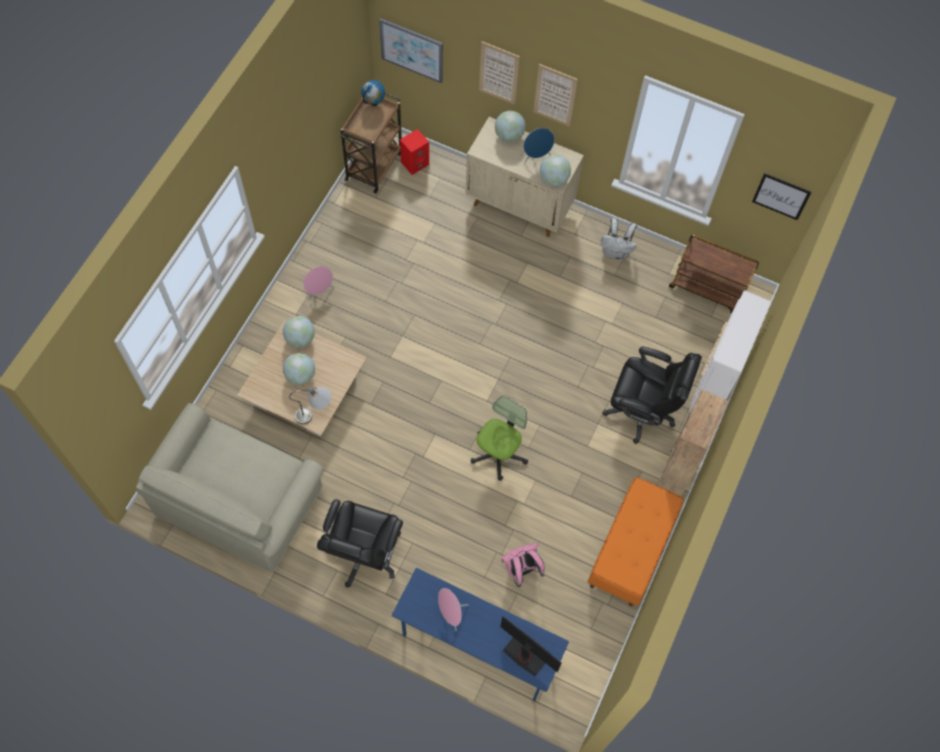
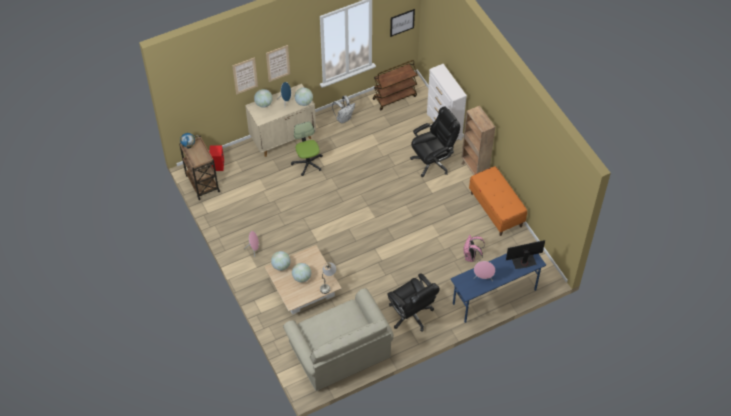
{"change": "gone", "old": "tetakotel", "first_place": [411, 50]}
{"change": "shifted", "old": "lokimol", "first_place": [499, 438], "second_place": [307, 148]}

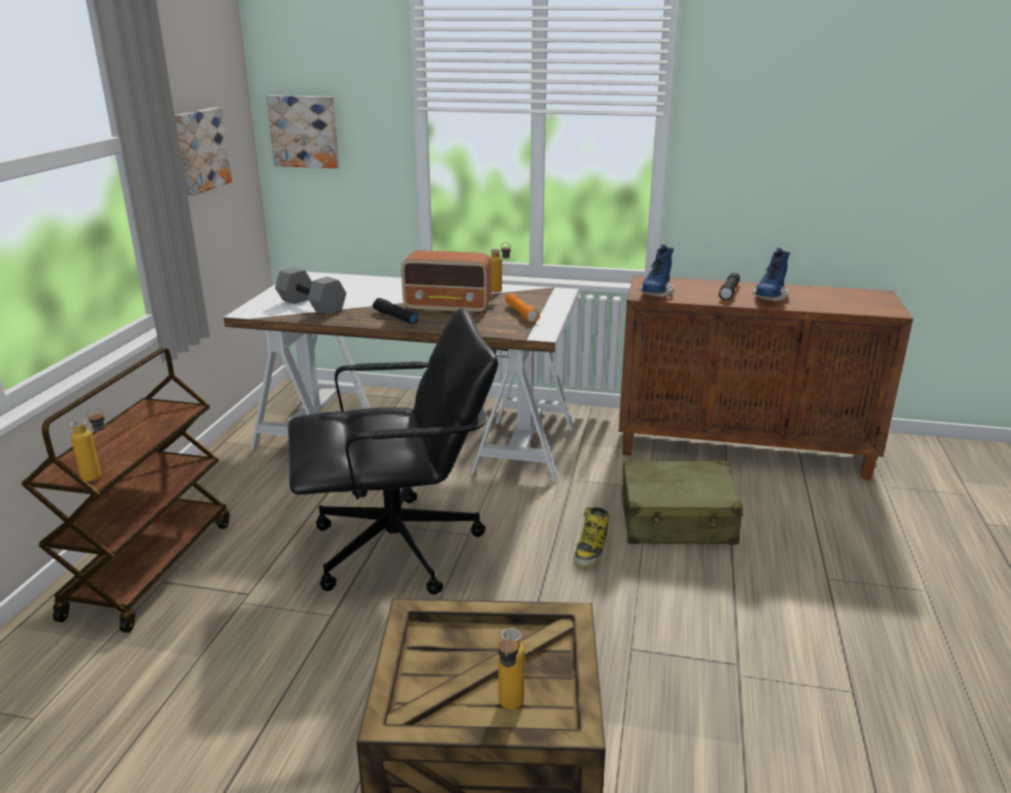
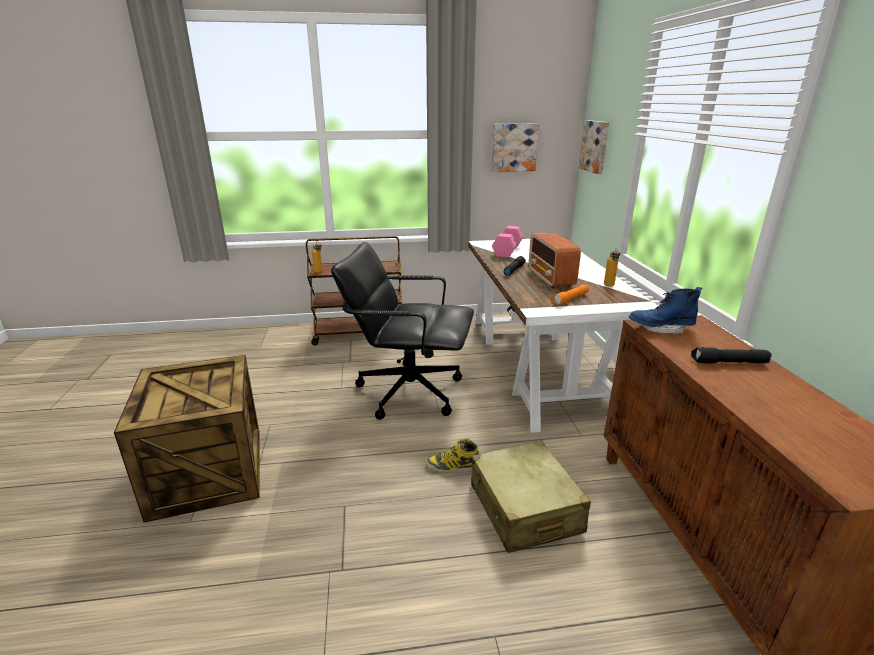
{"change": "repainted", "old": "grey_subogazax", "new": "pink_subogazax", "first_place": [310, 291], "second_place": [507, 242]}
{"change": "rotated", "old": "black_lokimol", "first_place": [393, 451], "second_place": [402, 331], "degrees": 135}
{"change": "gone", "old": "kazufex", "first_place": [511, 669]}
{"change": "gone", "old": "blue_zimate", "first_place": [771, 274]}

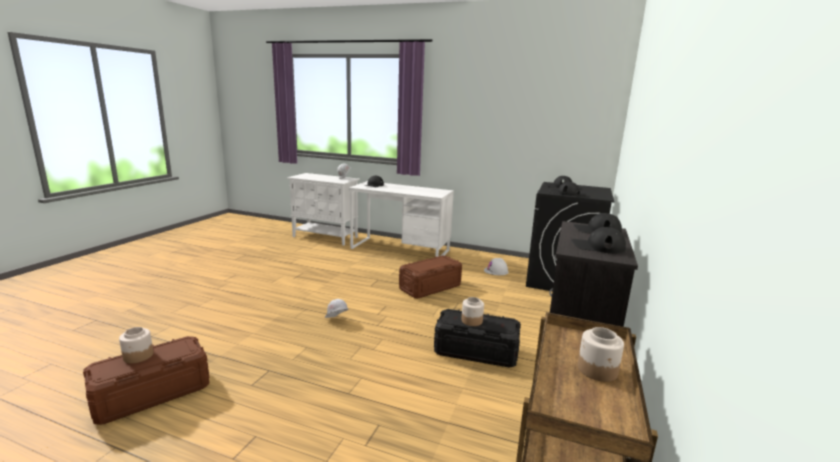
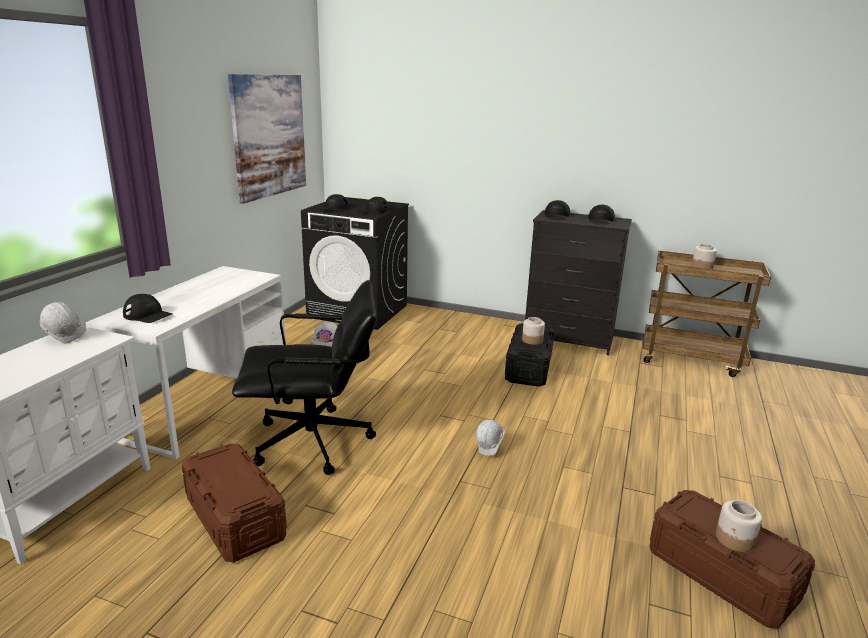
{"change": "shifted", "old": "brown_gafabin", "first_place": [430, 277], "second_place": [234, 502]}
{"change": "new", "new": "tetakotel", "second_place": [267, 139]}
{"change": "new", "new": "black_lokimol", "second_place": [304, 377]}

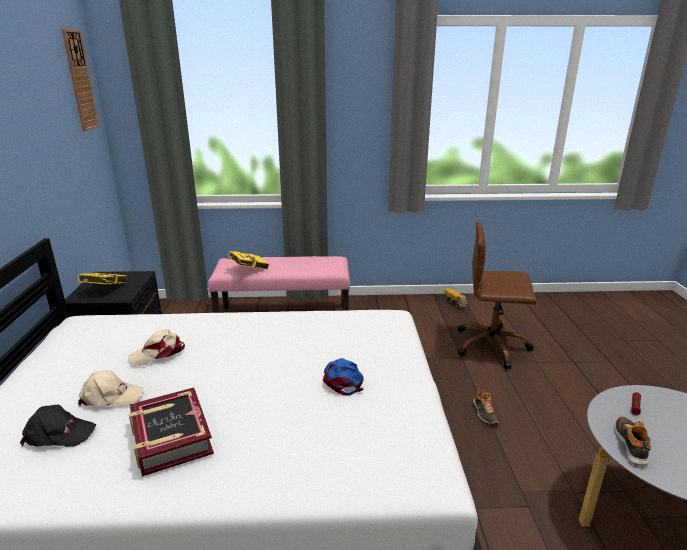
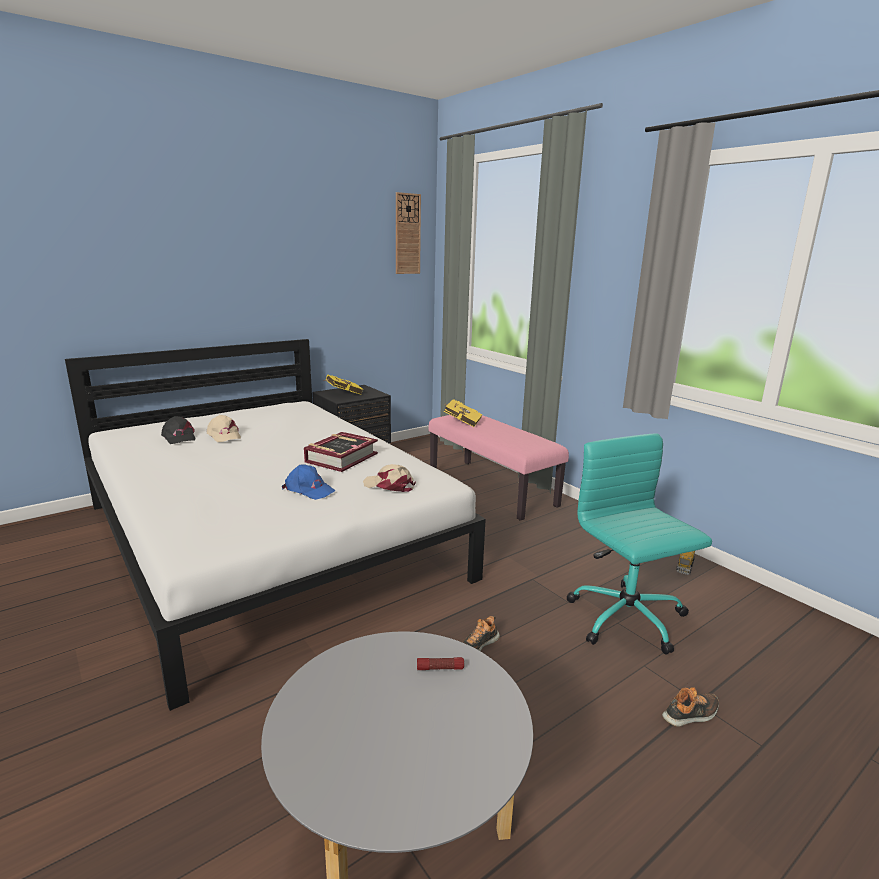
{"change": "shifted", "old": "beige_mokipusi", "first_place": [156, 347], "second_place": [389, 478]}
{"change": "shifted", "old": "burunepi", "first_place": [171, 432], "second_place": [341, 452]}
{"change": "rotated", "old": "blue_mokipusi", "first_place": [343, 377], "second_place": [309, 482], "degrees": 75}
{"change": "repainted", "old": "brown_lokimol", "new": "turquoise_lokimol", "first_place": [497, 295], "second_place": [639, 543]}
{"change": "shifted", "old": "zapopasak", "first_place": [632, 441], "second_place": [690, 707]}

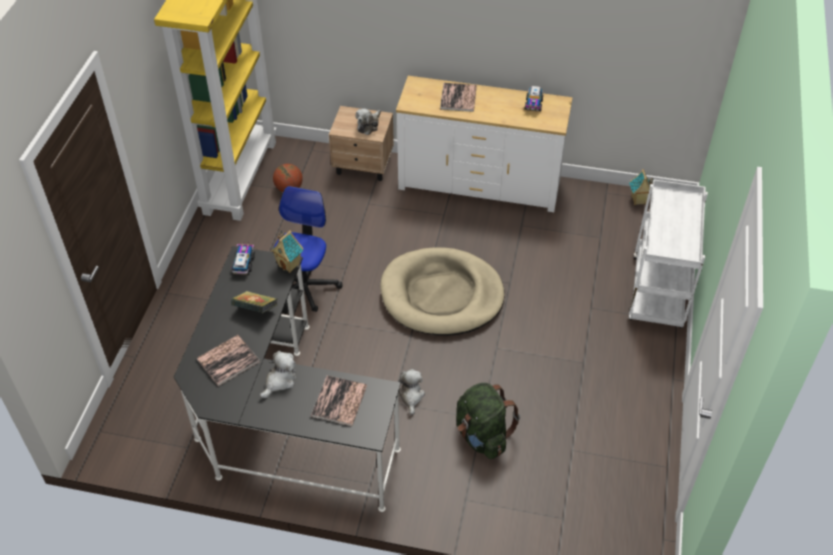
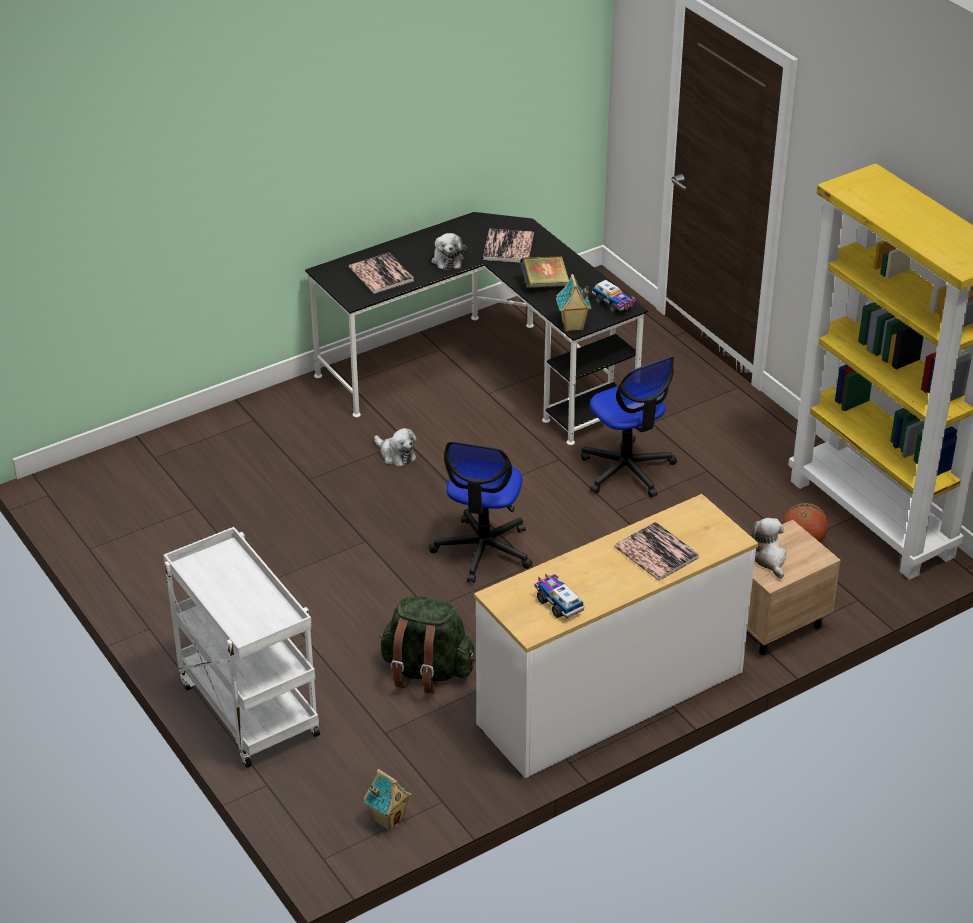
{"change": "swapped", "old": "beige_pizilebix", "new": "lokimol", "first_place": [442, 291], "second_place": [480, 512]}
{"change": "shifted", "old": "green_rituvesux", "first_place": [488, 421], "second_place": [427, 645]}

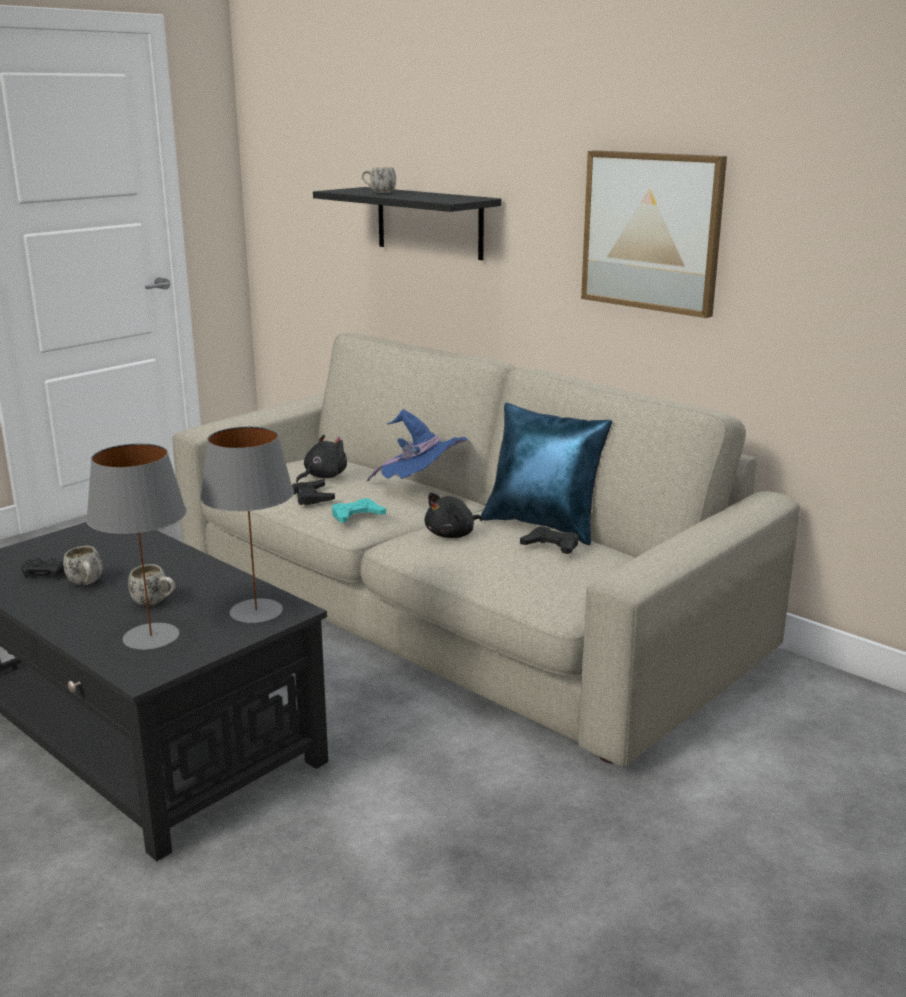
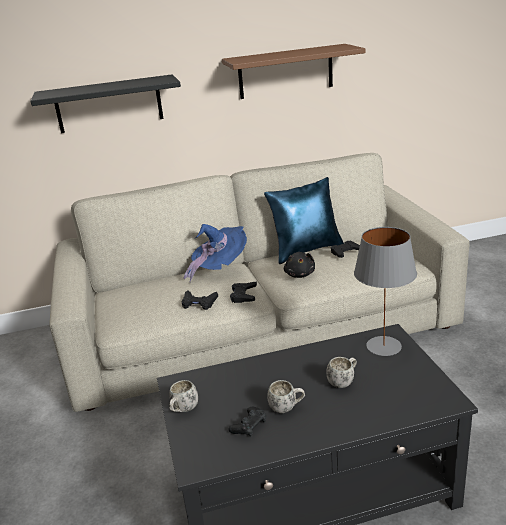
{"change": "gone", "old": "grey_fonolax", "first_place": [136, 546]}
{"change": "gone", "old": "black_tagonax", "first_place": [321, 459]}
{"change": "repainted", "old": "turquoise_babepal", "new": "black_babepal", "first_place": [359, 510], "second_place": [243, 292]}
{"change": "shifted", "old": "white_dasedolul", "first_place": [379, 180], "second_place": [183, 396]}
{"change": "swapped", "old": "tetakotel", "new": "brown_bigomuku", "first_place": [654, 234], "second_place": [293, 71]}

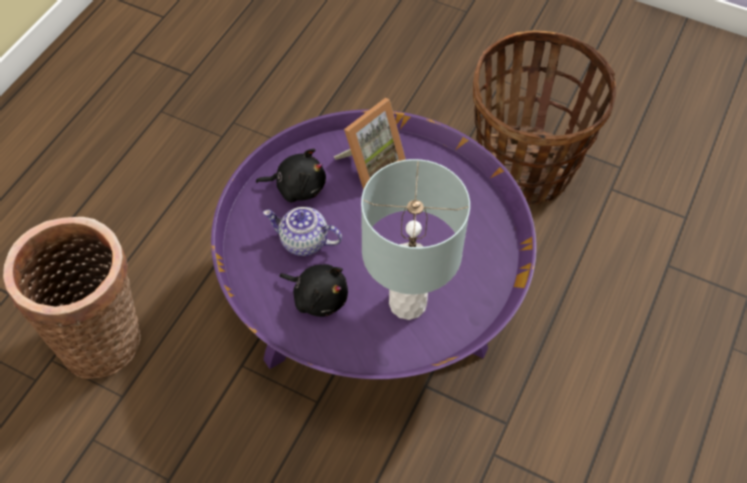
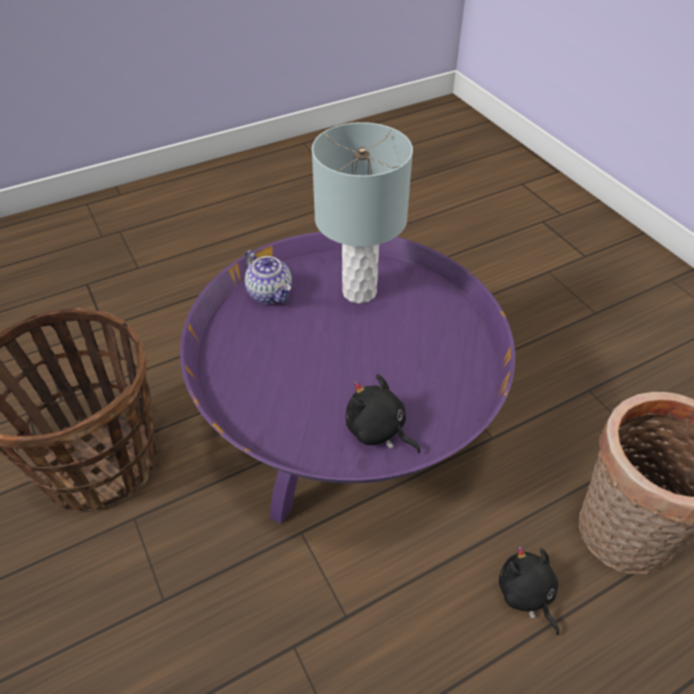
{"change": "shifted", "old": "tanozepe", "first_place": [302, 231], "second_place": [268, 277]}
{"change": "shifted", "old": "black_tagonax", "first_place": [313, 290], "second_place": [529, 590]}
{"change": "gone", "old": "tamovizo", "first_place": [370, 144]}

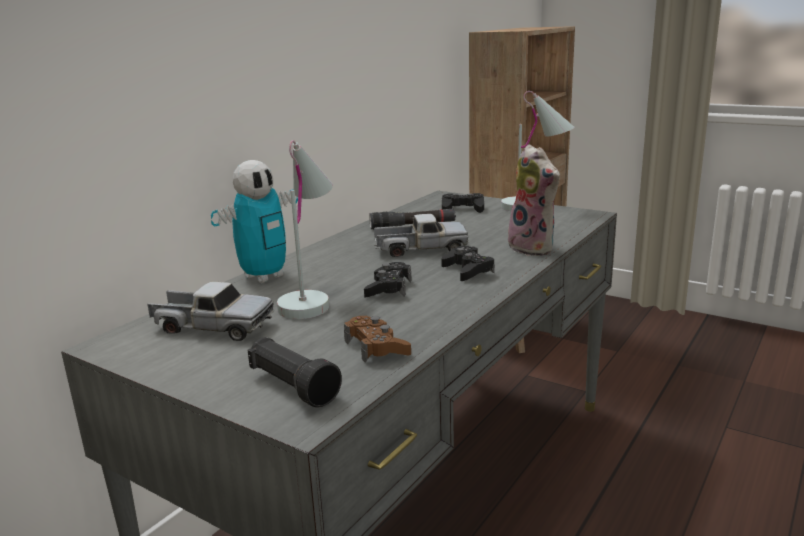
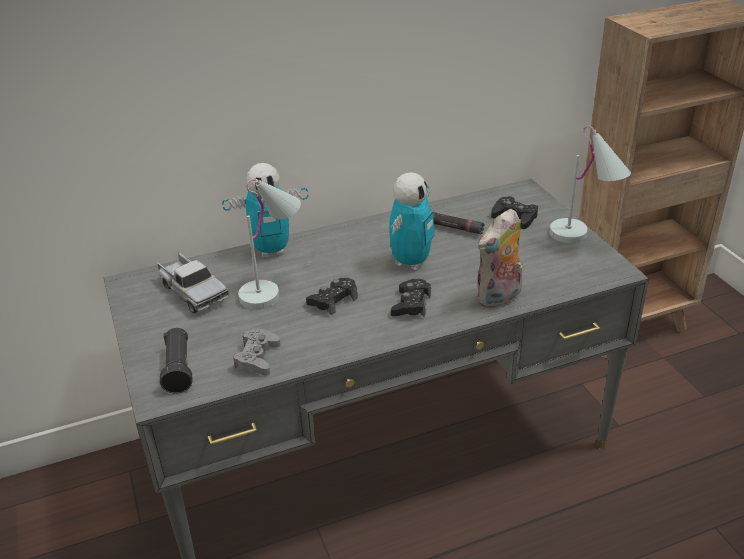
{"change": "repainted", "old": "brown_babepal", "new": "grey_babepal", "first_place": [377, 339], "second_place": [257, 352]}
{"change": "swapped", "old": "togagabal", "new": "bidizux", "first_place": [421, 235], "second_place": [411, 221]}
{"change": "rotated", "old": "tagonax", "first_place": [531, 200], "second_place": [499, 259], "degrees": 45}

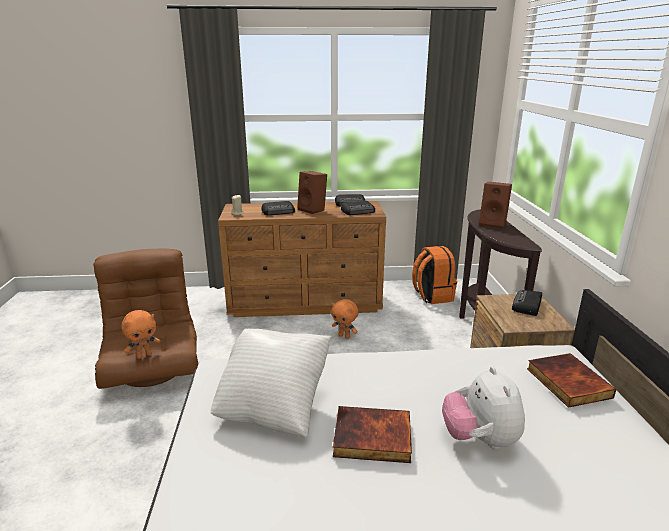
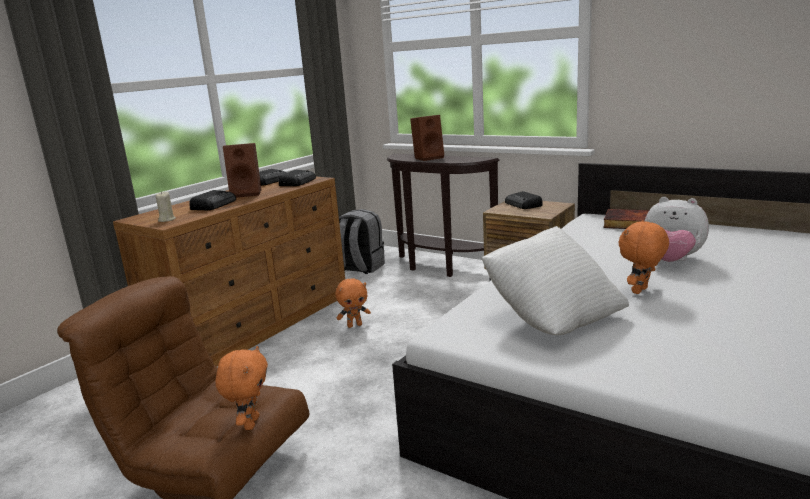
{"change": "swapped", "old": "burunepi", "new": "orange_tagonax", "first_place": [372, 434], "second_place": [644, 257]}
{"change": "repainted", "old": "orange_rituvesux", "new": "grey_rituvesux", "first_place": [434, 275], "second_place": [362, 241]}

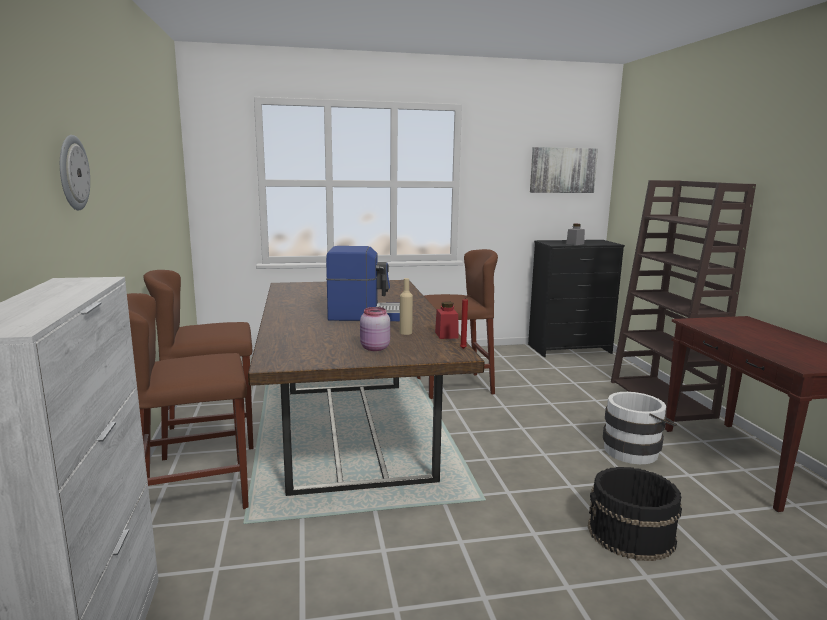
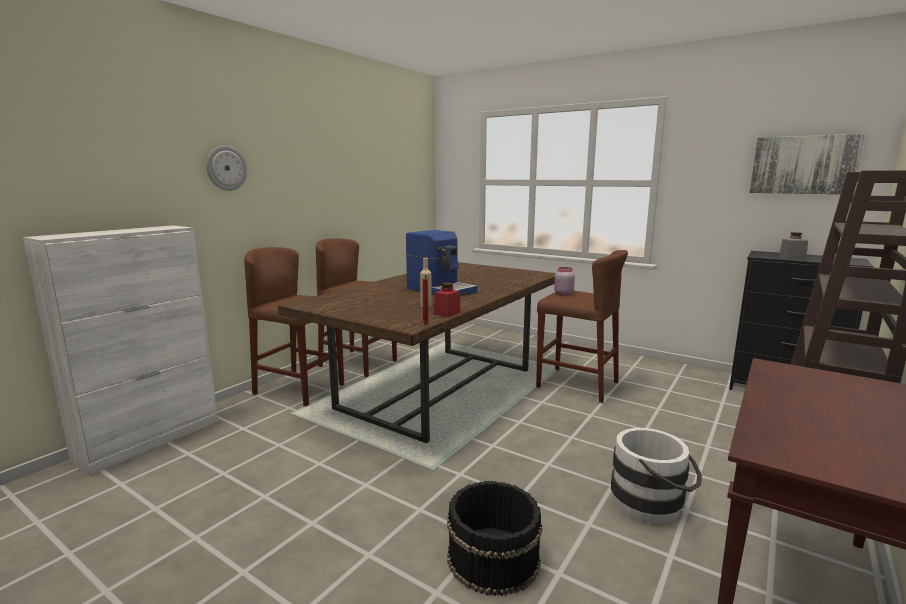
{"change": "shifted", "old": "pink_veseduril", "first_place": [375, 329], "second_place": [564, 281]}

